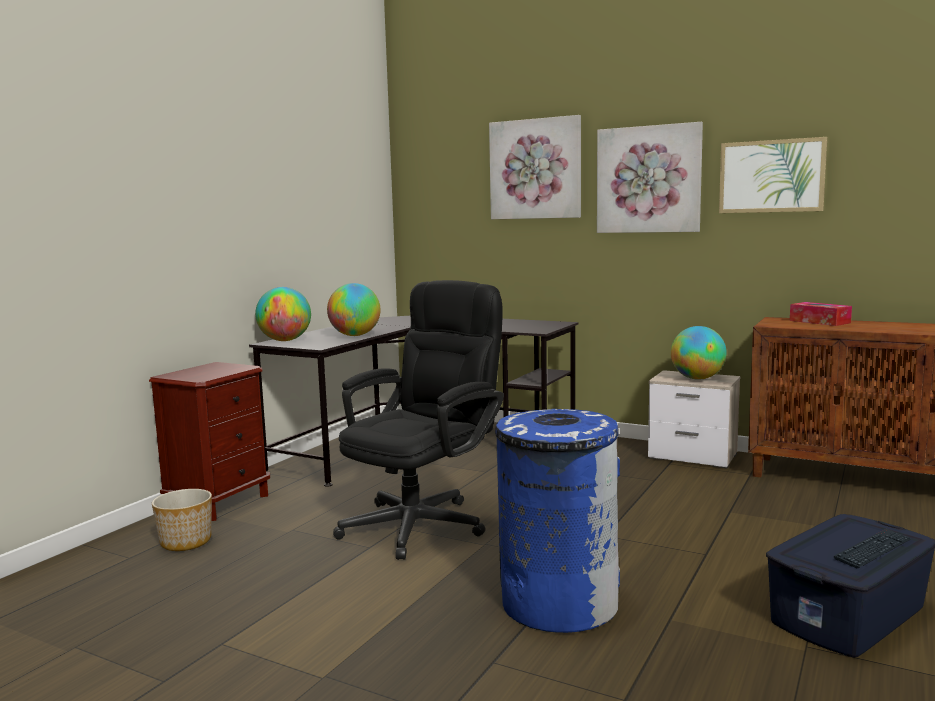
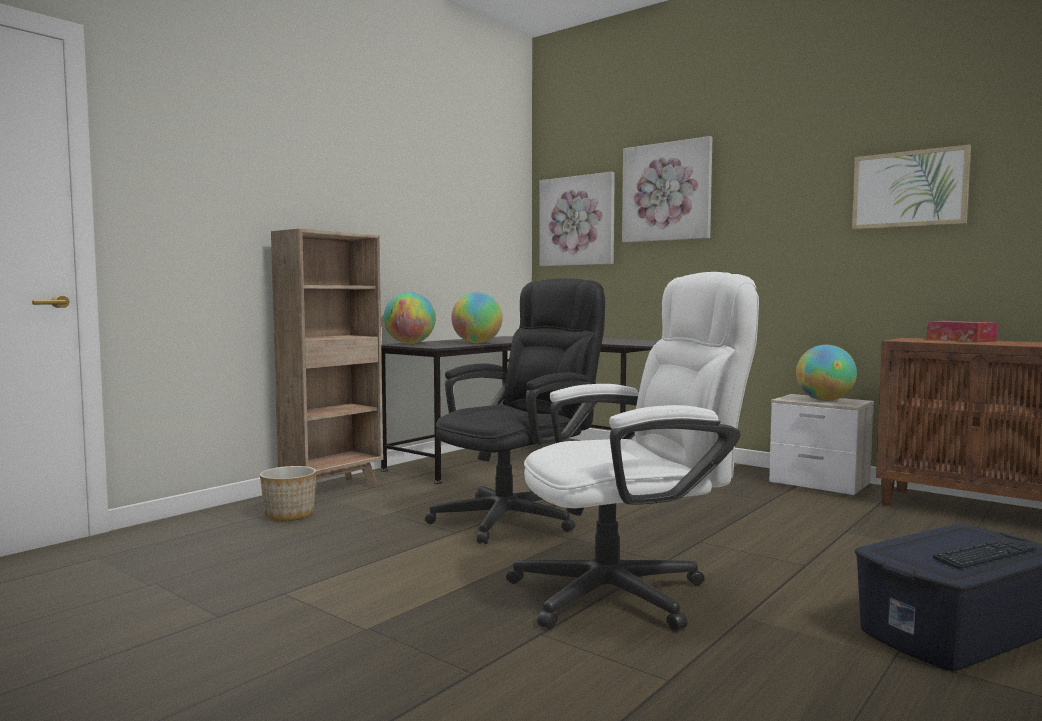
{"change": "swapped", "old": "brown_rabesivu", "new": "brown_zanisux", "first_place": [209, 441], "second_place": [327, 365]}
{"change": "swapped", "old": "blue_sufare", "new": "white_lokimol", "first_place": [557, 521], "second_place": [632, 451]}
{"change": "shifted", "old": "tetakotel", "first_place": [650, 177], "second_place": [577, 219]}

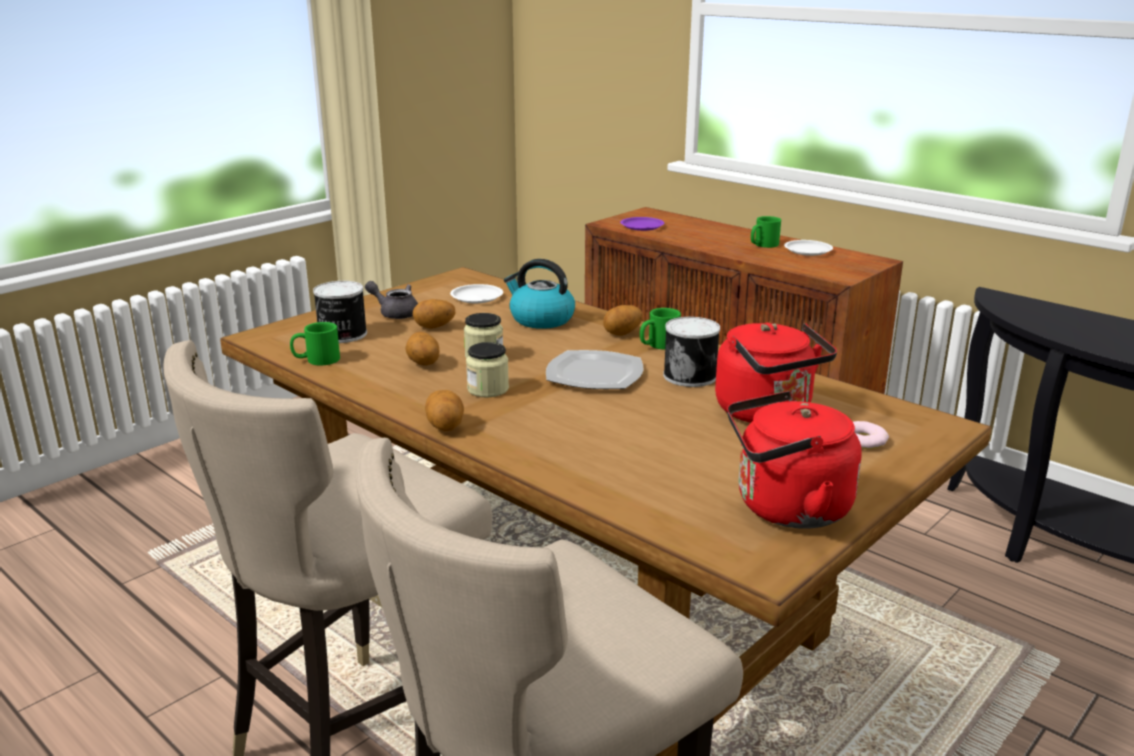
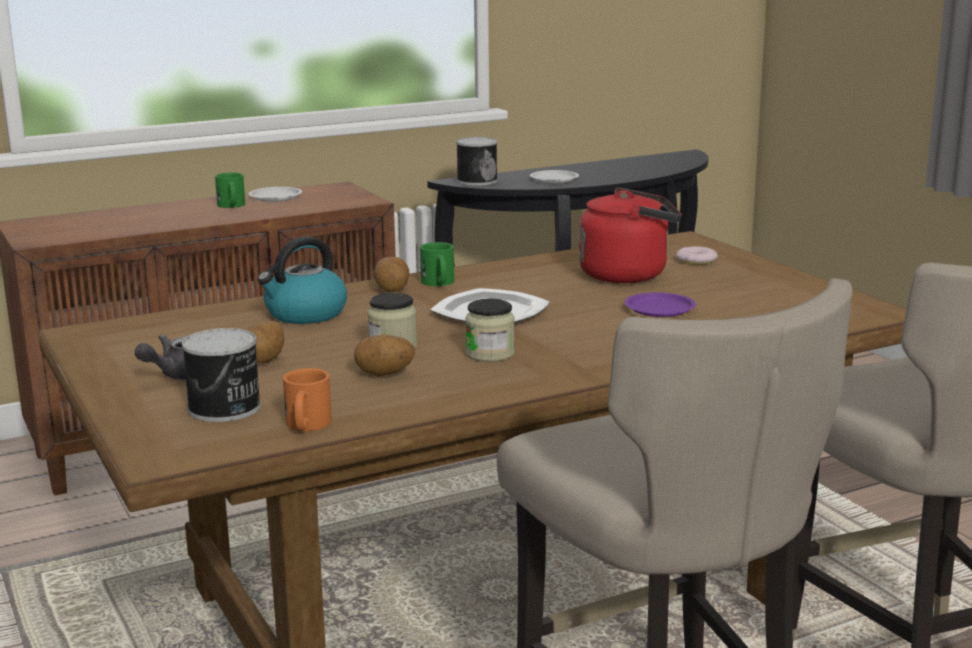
{"change": "repainted", "old": "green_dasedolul", "new": "orange_dasedolul", "first_place": [315, 344], "second_place": [307, 399]}
{"change": "gone", "old": "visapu", "first_place": [444, 411]}
{"change": "shifted", "old": "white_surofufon", "first_place": [476, 293], "second_place": [554, 176]}
{"change": "shifted", "old": "purple_surofufon", "first_place": [642, 224], "second_place": [660, 304]}
{"change": "shifted", "old": "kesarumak", "first_place": [691, 352], "second_place": [477, 161]}
{"change": "gone", "old": "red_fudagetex", "first_place": [794, 460]}

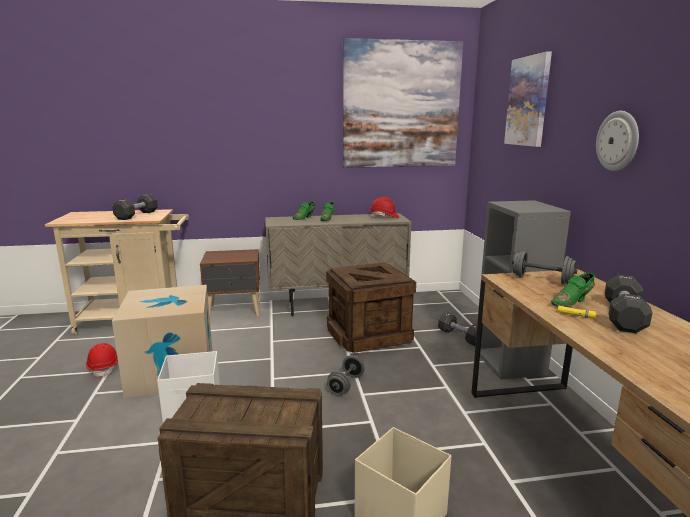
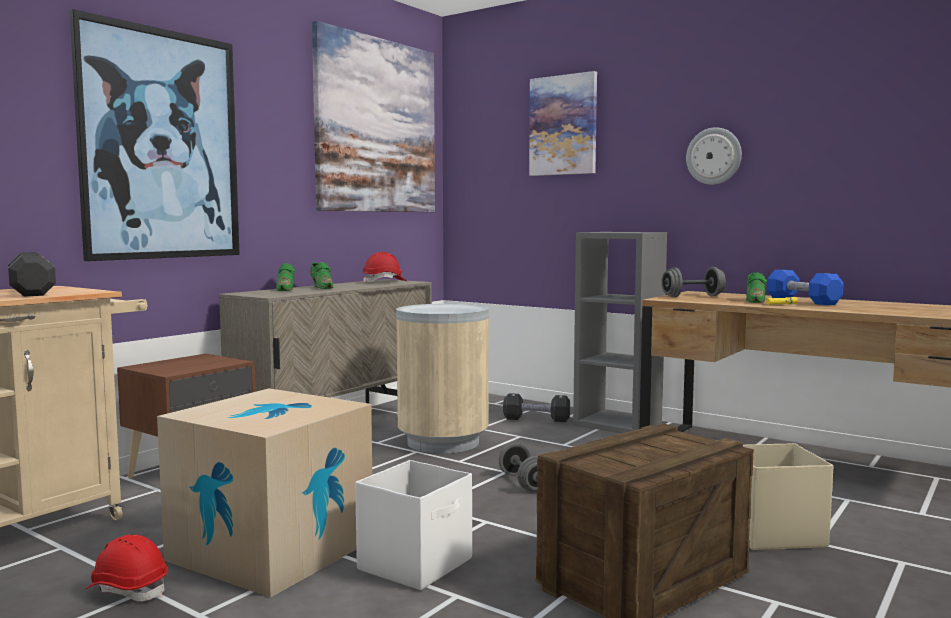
{"change": "swapped", "old": "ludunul", "new": "beige_sufare", "first_place": [371, 307], "second_place": [442, 378]}
{"change": "repainted", "old": "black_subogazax", "new": "blue_subogazax", "first_place": [629, 303], "second_place": [805, 287]}
{"change": "new", "new": "tetakotel", "second_place": [154, 135]}

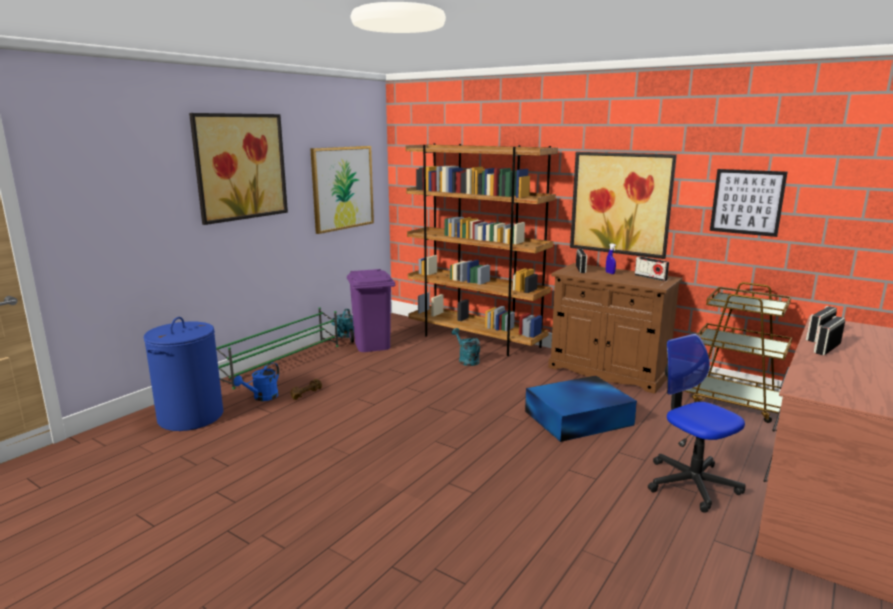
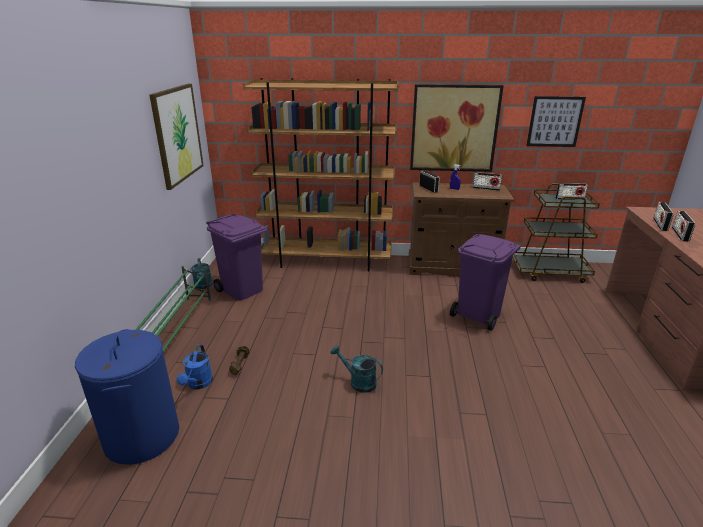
{"change": "gone", "old": "tetakotel", "first_place": [238, 169]}
{"change": "shifted", "old": "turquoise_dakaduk", "first_place": [466, 347], "second_place": [357, 369]}
{"change": "swapped", "old": "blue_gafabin", "new": "purple_sufare", "first_place": [581, 409], "second_place": [485, 282]}
{"change": "gone", "old": "lokimol", "first_place": [697, 423]}
{"change": "new", "new": "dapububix", "second_place": [572, 191]}

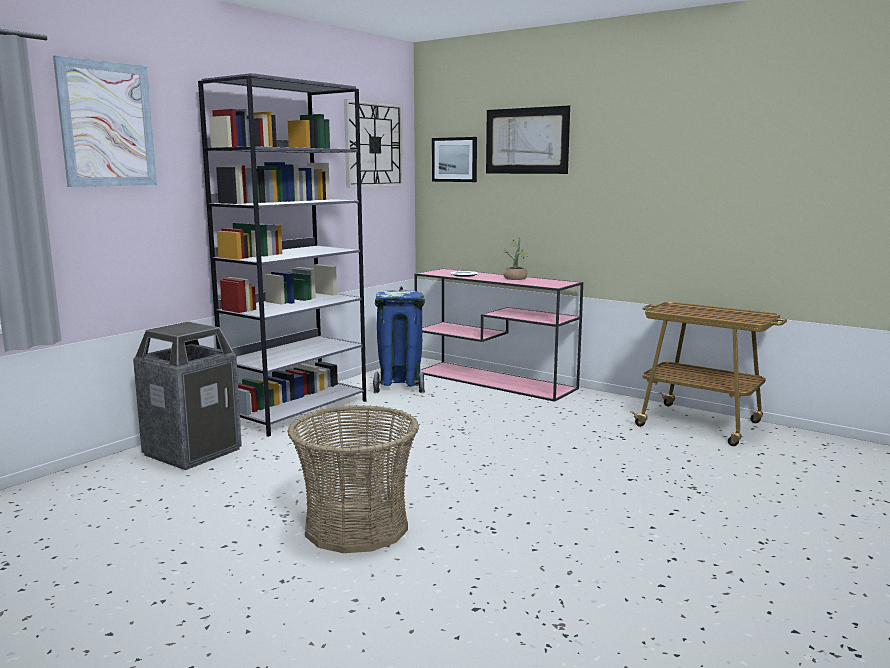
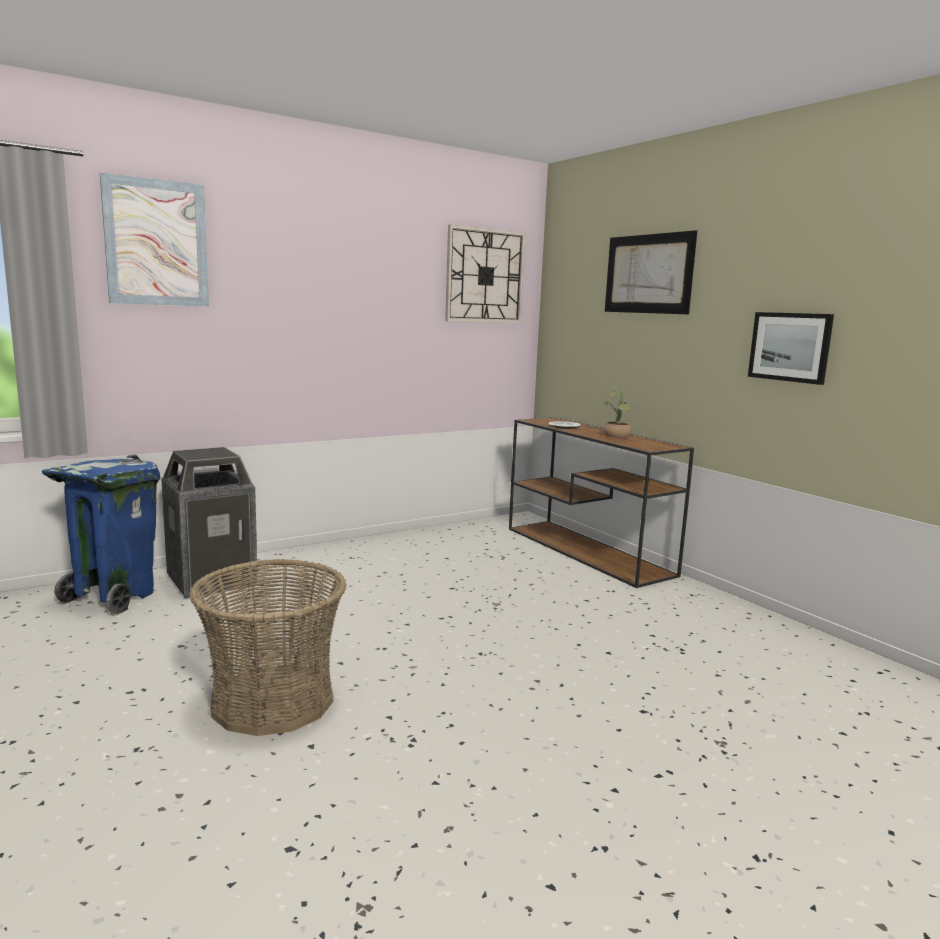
{"change": "gone", "old": "grey_zanisux", "first_place": [282, 255]}
{"change": "shifted", "old": "blue_sufare", "first_place": [399, 340], "second_place": [101, 535]}
{"change": "repainted", "old": "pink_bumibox", "new": "brown_bumibox", "first_place": [499, 335], "second_place": [601, 502]}
{"change": "shifted", "old": "tetakotel", "first_place": [454, 159], "second_place": [791, 348]}
{"change": "gone", "old": "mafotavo", "first_place": [708, 374]}

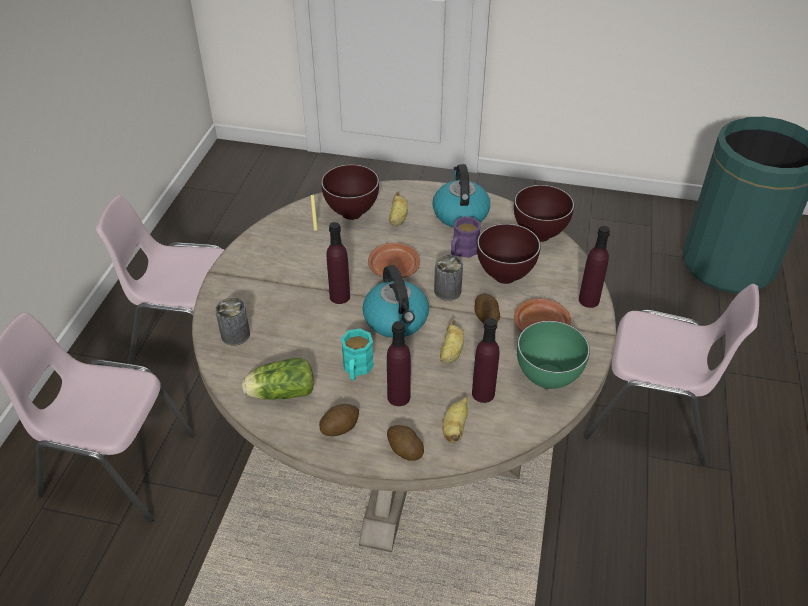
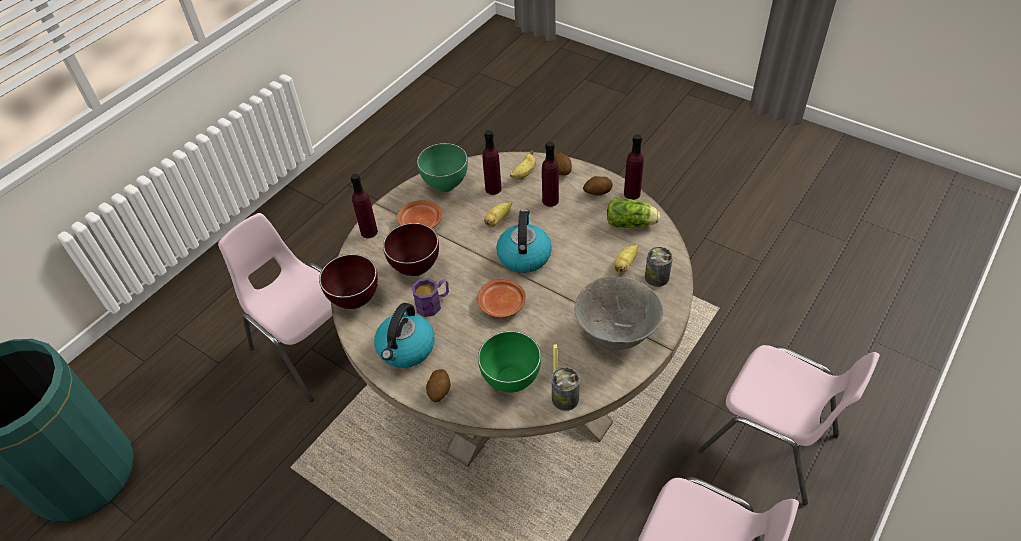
{"change": "repainted", "old": "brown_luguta", "new": "green_luguta", "first_place": [350, 192], "second_place": [509, 362]}
{"change": "shifted", "old": "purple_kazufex", "first_place": [338, 263], "second_place": [634, 167]}
{"change": "gone", "old": "turquoise_dasedolul", "first_place": [357, 354]}
{"change": "shifted", "old": "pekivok", "first_place": [398, 208], "second_place": [626, 259]}
{"change": "shifted", "old": "kesarumak", "first_place": [448, 278], "second_place": [566, 389]}
{"change": "shifted", "old": "visapu", "first_place": [487, 308], "second_place": [438, 385]}
{"change": "new", "new": "grey_luguta", "second_place": [618, 313]}

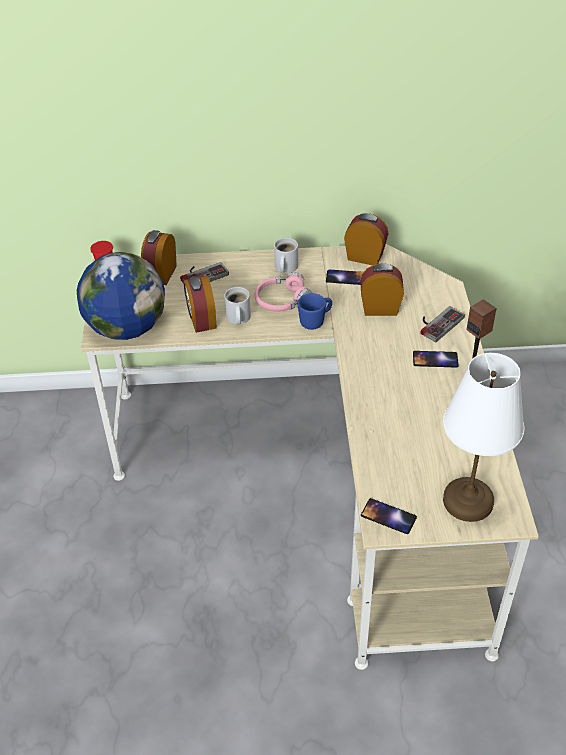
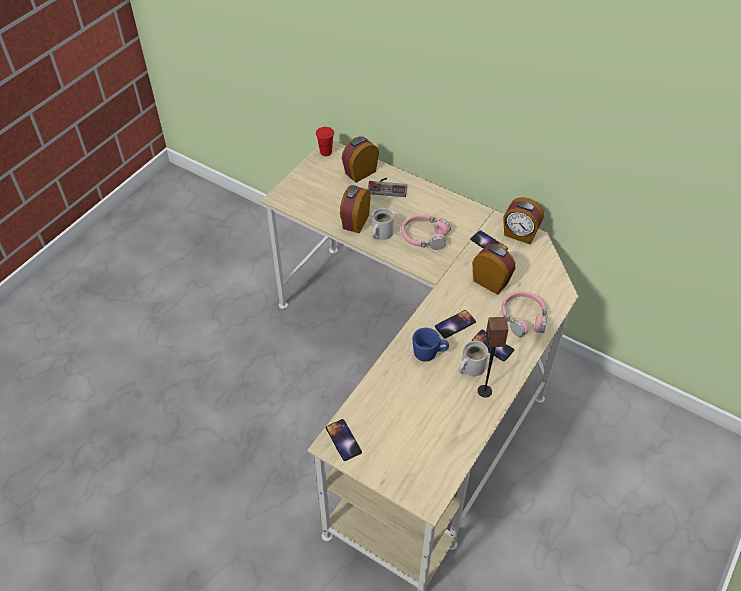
{"change": "gone", "old": "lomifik", "first_place": [121, 296]}
{"change": "shifted", "old": "white_dasedolul", "first_place": [286, 255], "second_place": [473, 358]}
{"change": "shifted", "old": "blue_dasedolul", "first_place": [315, 311], "second_place": [431, 345]}
{"change": "rotated", "old": "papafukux", "first_place": [366, 239], "second_place": [523, 220], "degrees": 150}
{"change": "swapped", "old": "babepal", "new": "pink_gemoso", "first_place": [443, 324], "second_place": [524, 314]}
{"change": "gone", "old": "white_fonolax", "first_place": [484, 437]}
{"change": "new", "new": "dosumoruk", "second_place": [455, 324]}

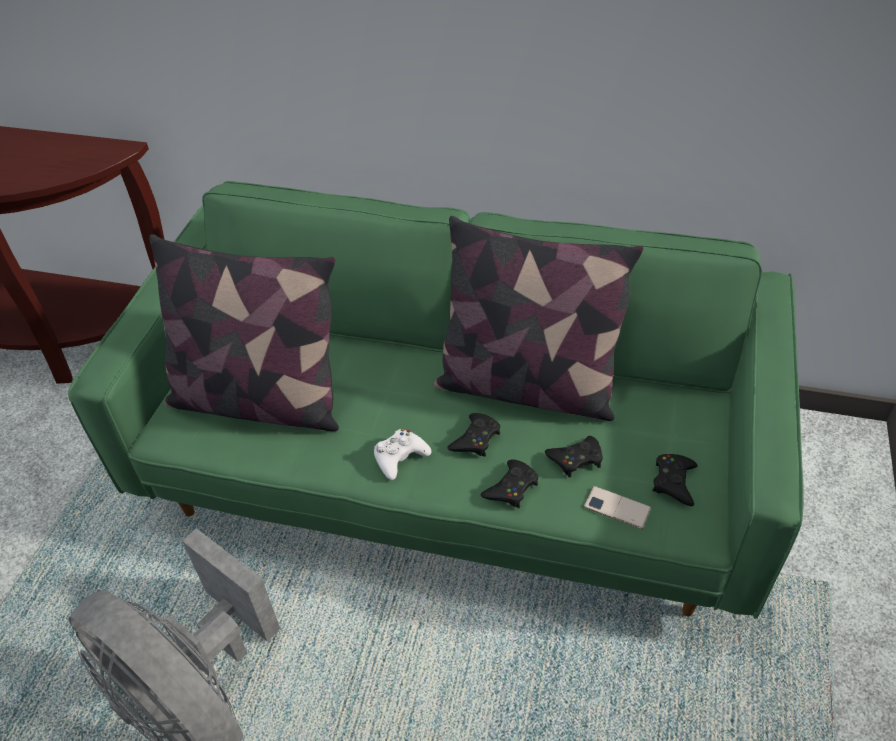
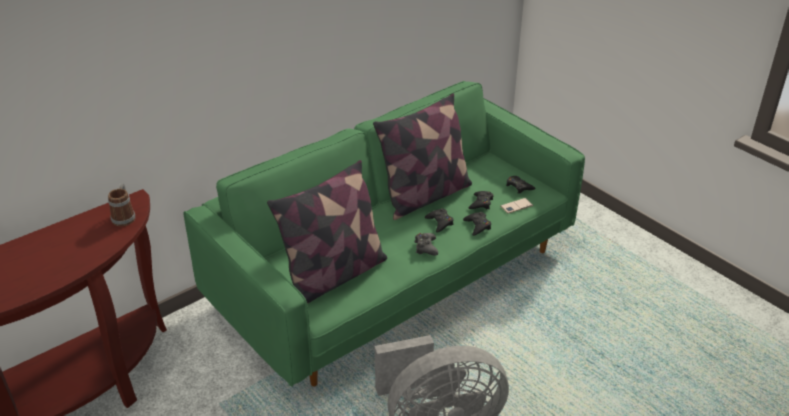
{"change": "repainted", "old": "white_babepal", "new": "black_babepal", "first_place": [402, 454], "second_place": [426, 244]}
{"change": "new", "new": "dasedolul", "second_place": [121, 204]}

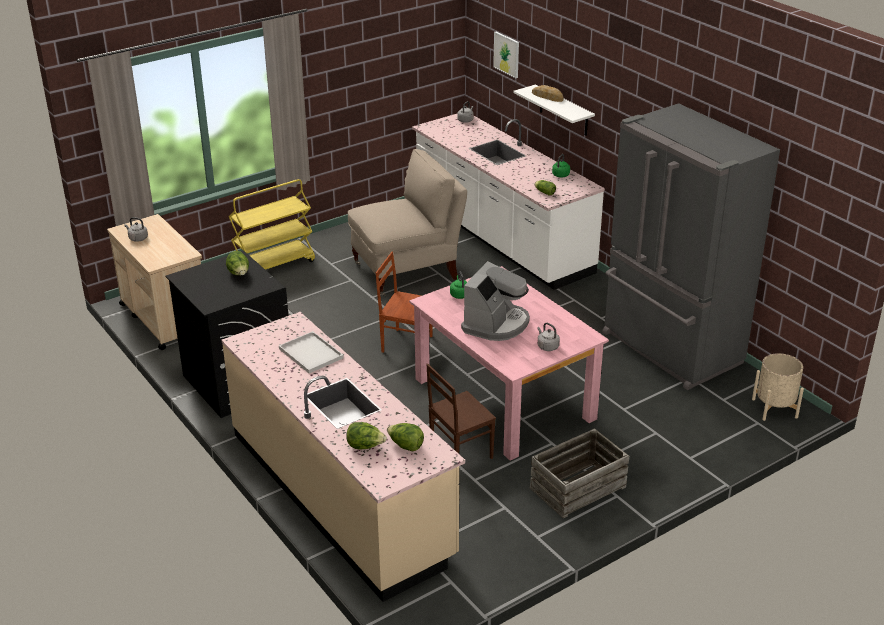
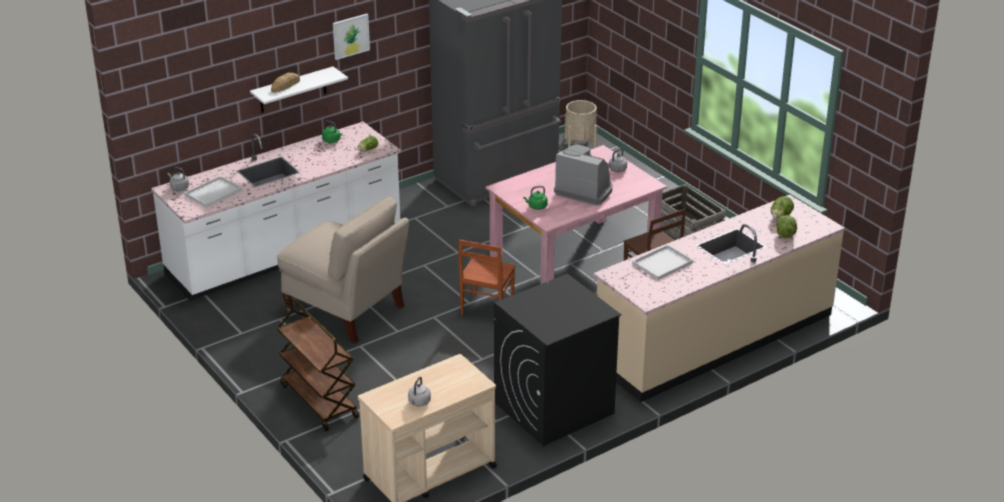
{"change": "gone", "old": "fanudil", "first_place": [237, 263]}
{"change": "repainted", "old": "yellow_mafotavo", "new": "brown_mafotavo", "first_place": [272, 224], "second_place": [318, 364]}
{"change": "rotated", "old": "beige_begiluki", "first_place": [407, 222], "second_place": [343, 270], "degrees": 150}
{"change": "shifted", "old": "tetakotel", "first_place": [506, 55], "second_place": [351, 37]}
{"change": "new", "new": "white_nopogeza", "second_place": [213, 192]}

